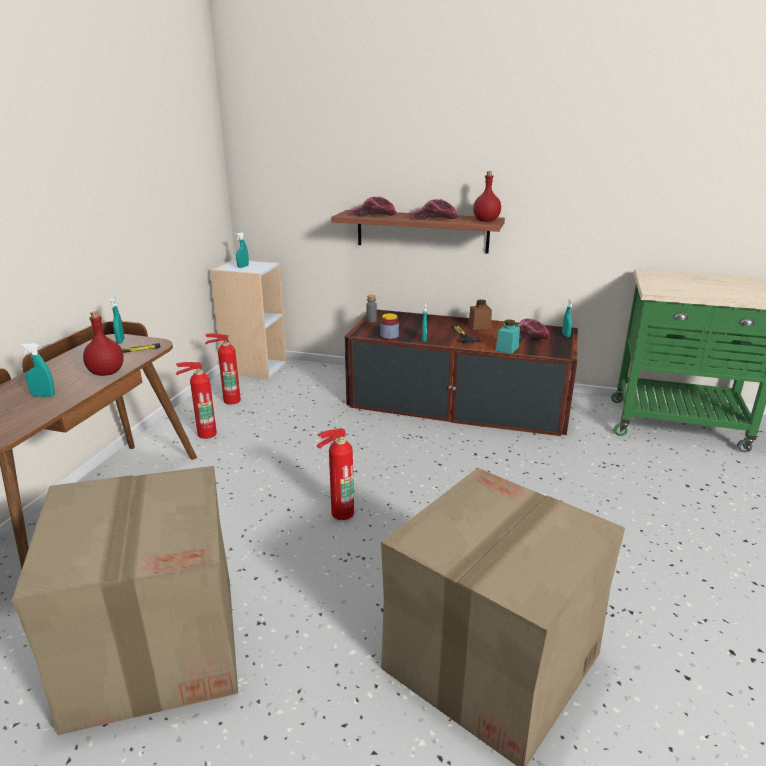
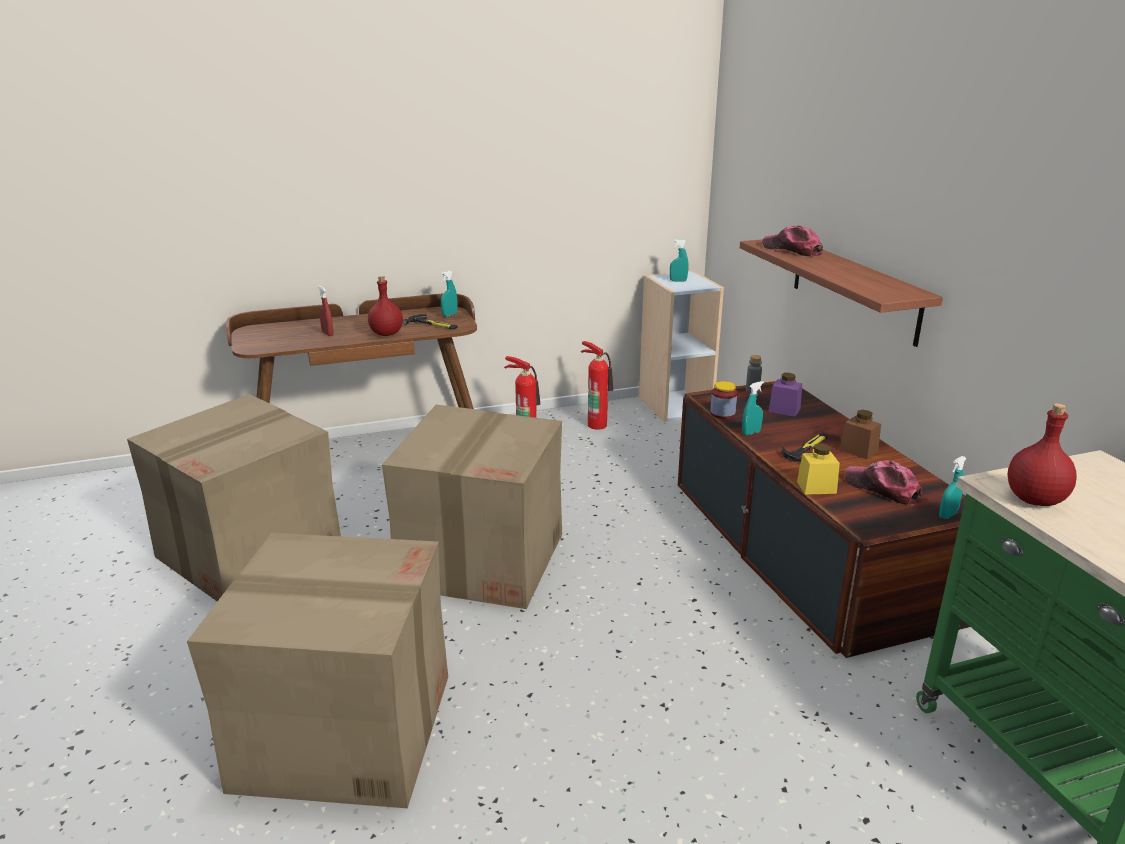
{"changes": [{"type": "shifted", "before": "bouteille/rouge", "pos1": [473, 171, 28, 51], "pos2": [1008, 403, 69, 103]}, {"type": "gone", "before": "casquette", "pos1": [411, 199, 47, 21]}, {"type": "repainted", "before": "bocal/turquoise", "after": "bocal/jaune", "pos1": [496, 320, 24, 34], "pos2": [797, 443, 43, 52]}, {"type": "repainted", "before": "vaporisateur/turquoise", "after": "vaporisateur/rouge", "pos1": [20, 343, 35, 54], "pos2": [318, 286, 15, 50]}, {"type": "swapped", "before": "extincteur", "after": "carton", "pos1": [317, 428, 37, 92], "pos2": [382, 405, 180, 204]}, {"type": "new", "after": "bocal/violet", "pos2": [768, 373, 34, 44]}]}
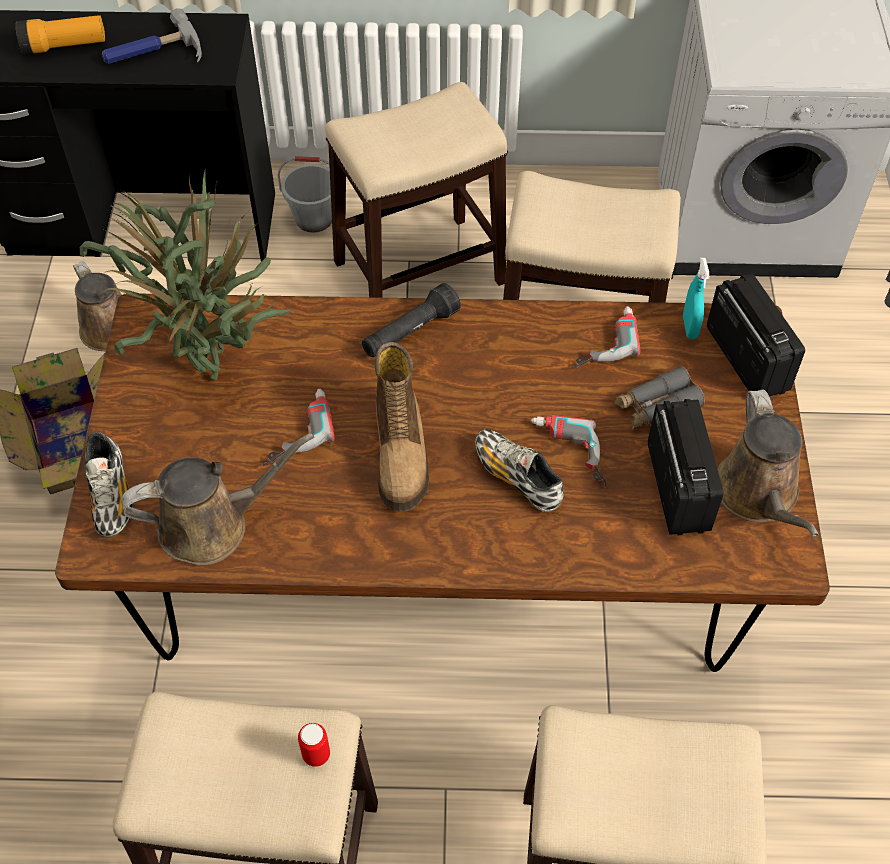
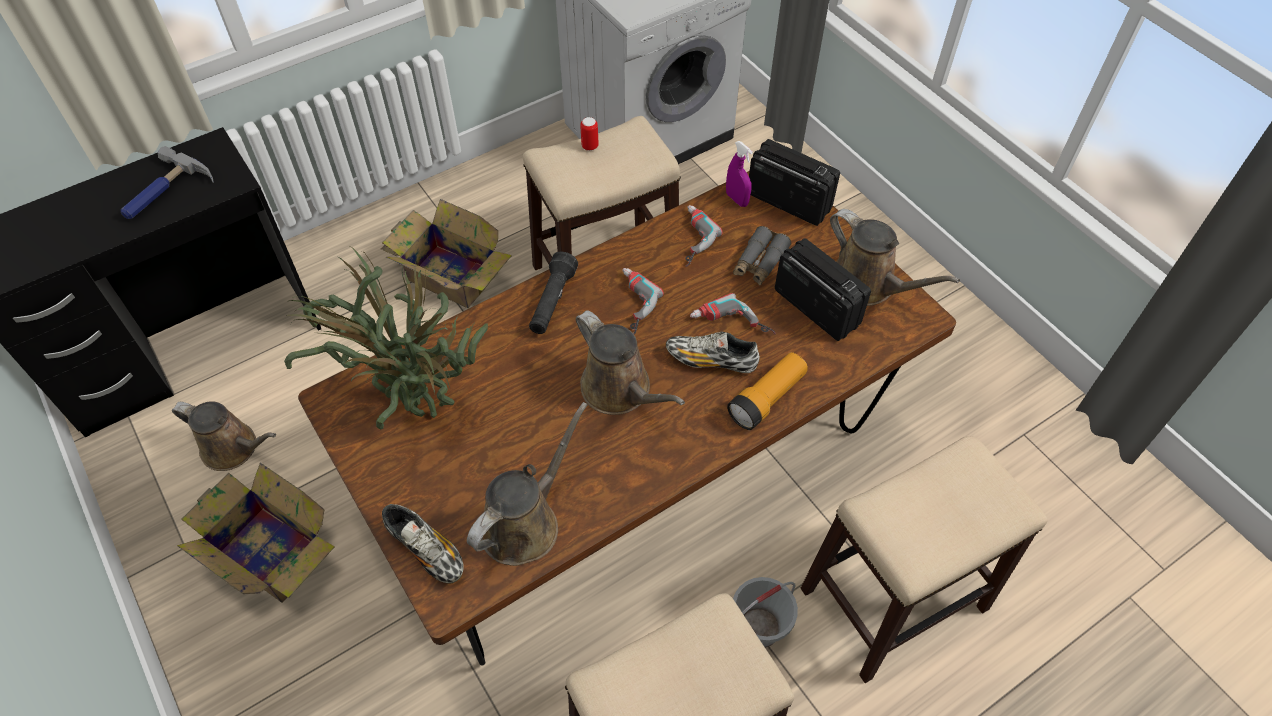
{"changes": [{"type": "shifted", "before": "lampe de poche", "pos1": [15, 15, 90, 40], "pos2": [727, 352, 81, 78]}, {"type": "swapped", "before": "tabouret", "after": "carton", "pos1": [325, 82, 183, 216], "pos2": [381, 199, 131, 109]}, {"type": "shifted", "before": "seau/gris", "pos1": [278, 156, 54, 77], "pos2": [733, 577, 65, 71]}, {"type": "repainted", "before": "vaporisateur/turquoise", "after": "vaporisateur/violet", "pos1": [683, 258, 27, 81], "pos2": [726, 141, 27, 66]}, {"type": "swapped", "before": "botte", "after": "arrosoir/marron", "pos1": [375, 342, 54, 170], "pos2": [576, 310, 109, 105]}, {"type": "shifted", "before": "perceuse", "pos1": [262, 389, 73, 77], "pos2": [622, 268, 42, 67]}, {"type": "shifted", "before": "boîte métallique", "pos1": [298, 723, 32, 44], "pos2": [580, 117, 19, 34]}]}
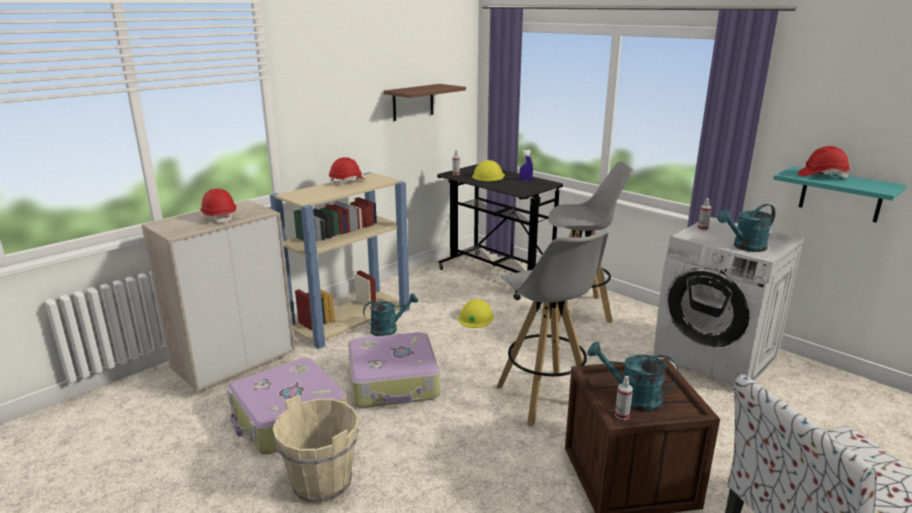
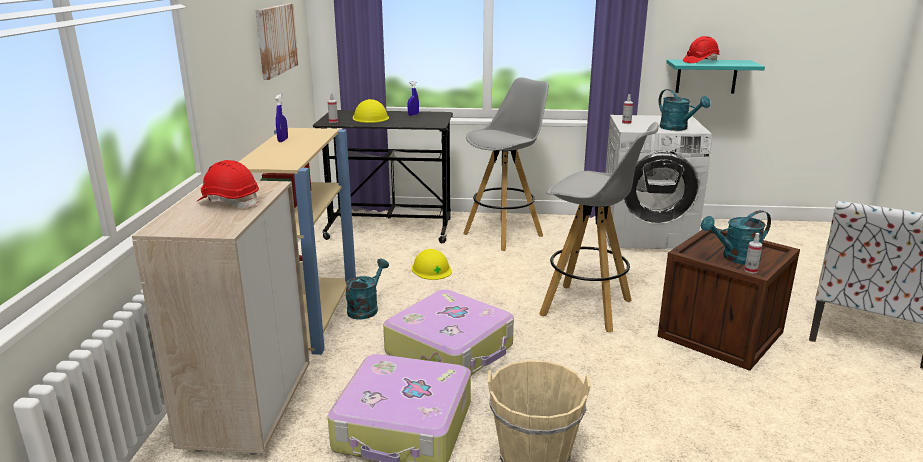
{"changes": [{"type": "swapped", "before": "étagère/marron", "after": "tableau", "pos1": [384, 84, 82, 37], "pos2": [256, 3, 43, 77]}, {"type": "swapped", "before": "casque de chantier/rouge", "after": "vaporisateur/bleu", "pos1": [329, 157, 37, 29], "pos2": [275, 94, 13, 48]}, {"type": "rotated", "before": "arrosoir/turquoise", "pos1": [717, 204, 58, 48], "pos2": [659, 89, 51, 42], "turn": -60}]}
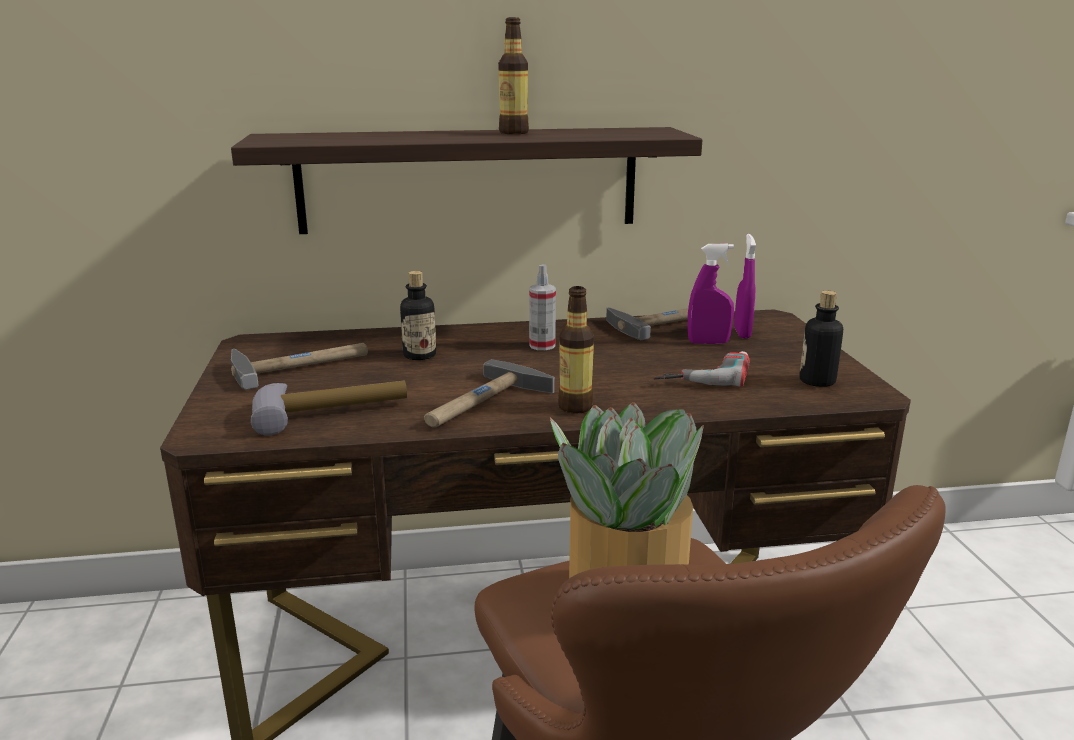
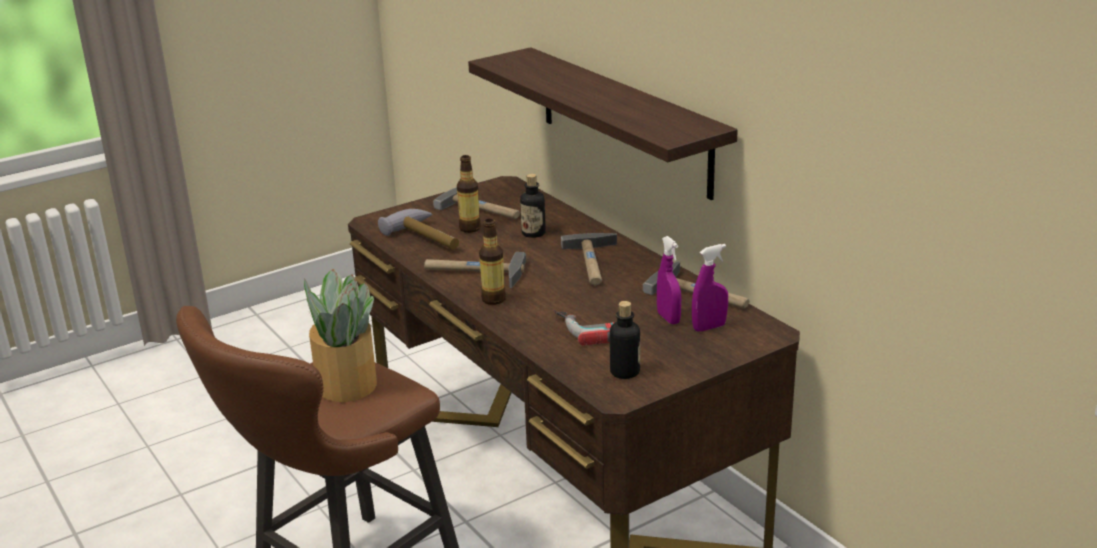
{"changes": [{"type": "shifted", "before": "bouteille", "pos1": [498, 17, 31, 117], "pos2": [457, 155, 24, 78]}, {"type": "swapped", "before": "vaporisateur", "after": "marteau", "pos1": [529, 264, 27, 86], "pos2": [561, 233, 56, 52]}]}
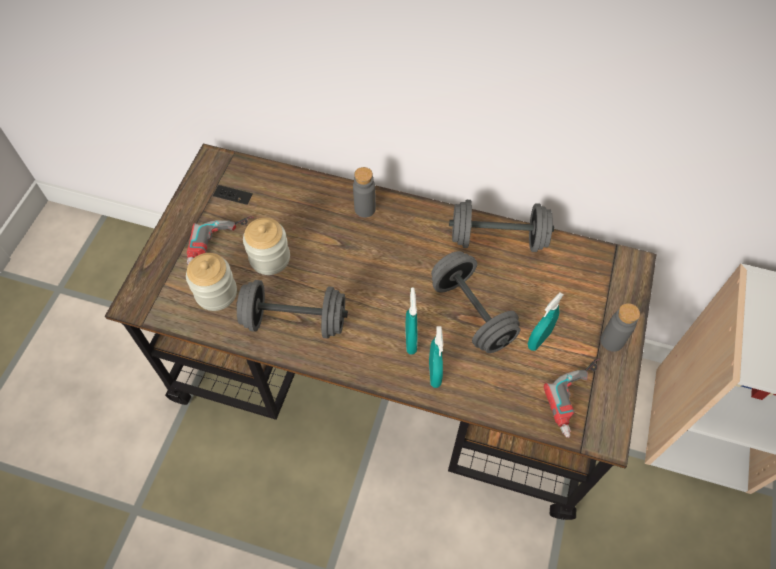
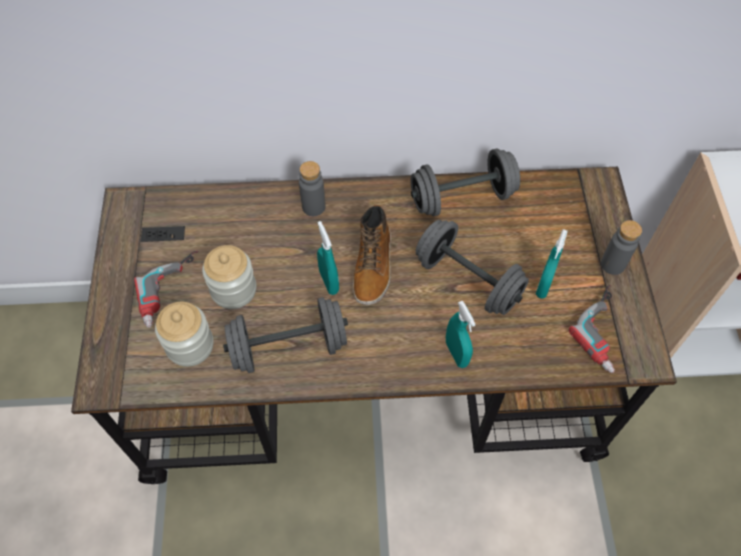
{"changes": [{"type": "shifted", "before": "vaporisateur/turquoise", "pos1": [405, 288, 13, 66], "pos2": [317, 221, 22, 74]}, {"type": "new", "after": "botte", "pos2": [353, 205, 38, 100]}]}
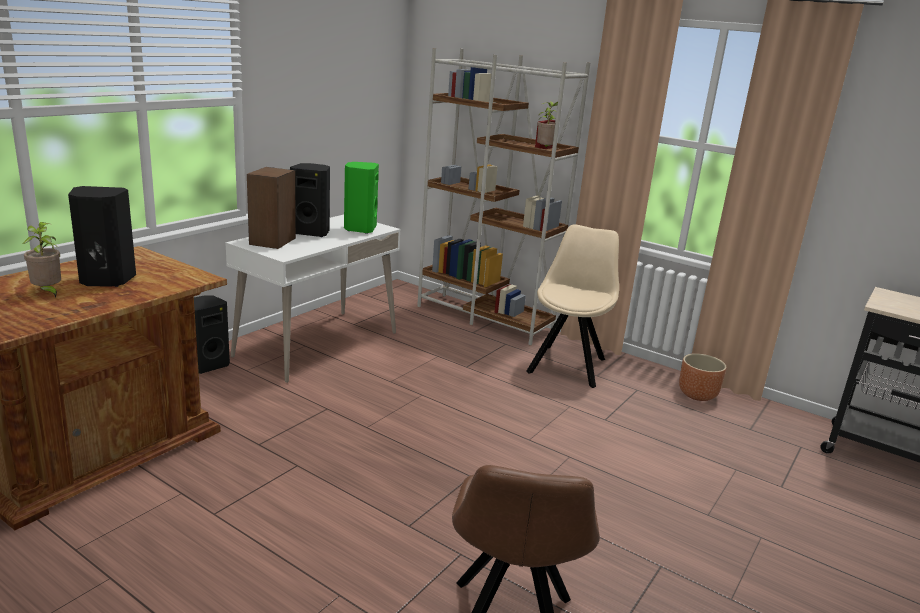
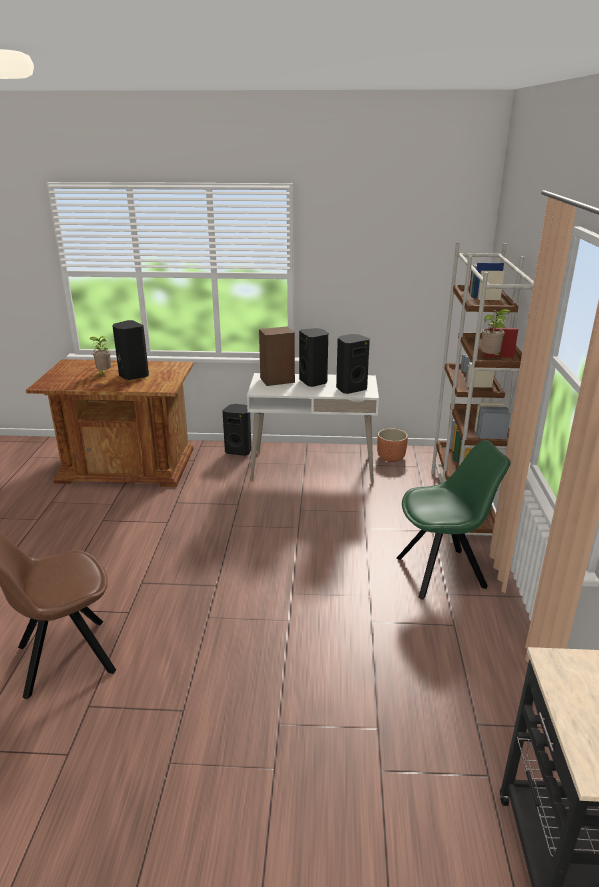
{"changes": [{"type": "repainted", "before": "enceinte/vert", "after": "enceinte/noir", "pos1": [344, 162, 35, 72], "pos2": [336, 334, 34, 60]}, {"type": "repainted", "before": "chaise/beige", "after": "chaise/vert", "pos1": [527, 224, 92, 164], "pos2": [396, 440, 115, 159]}, {"type": "shifted", "before": "cache-pot/marron", "pos1": [679, 353, 47, 48], "pos2": [377, 428, 31, 34]}]}
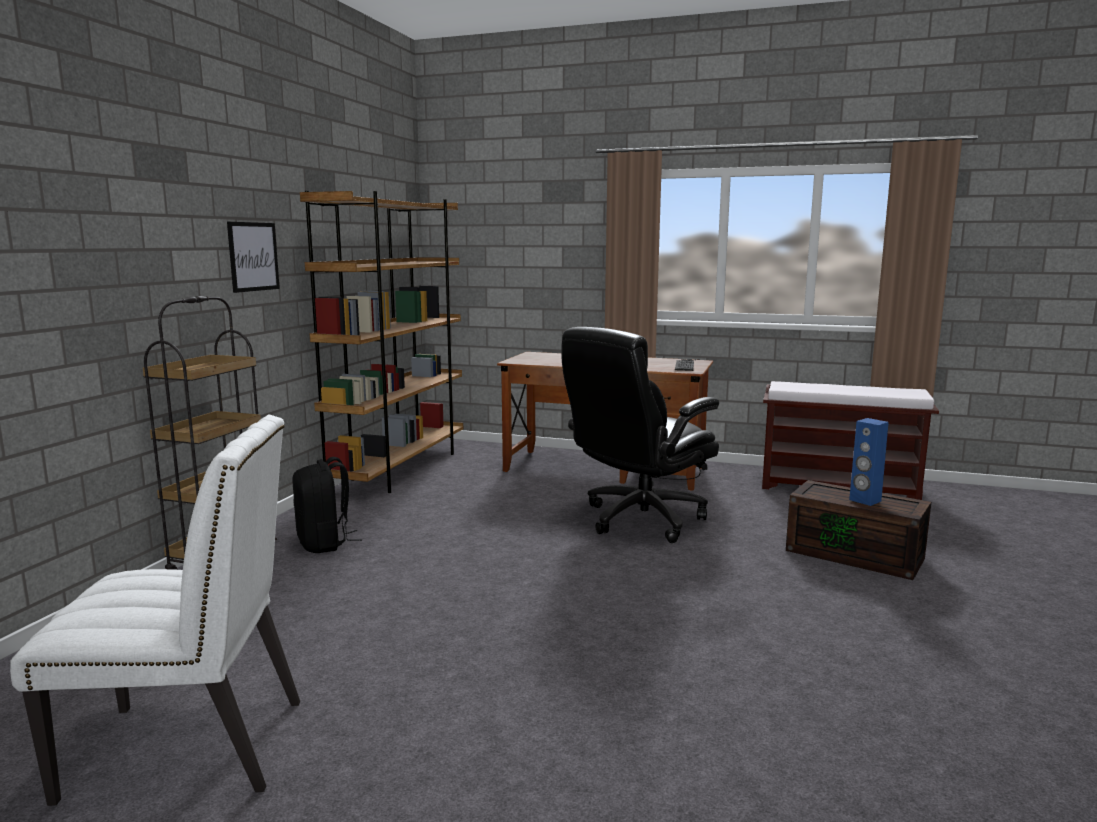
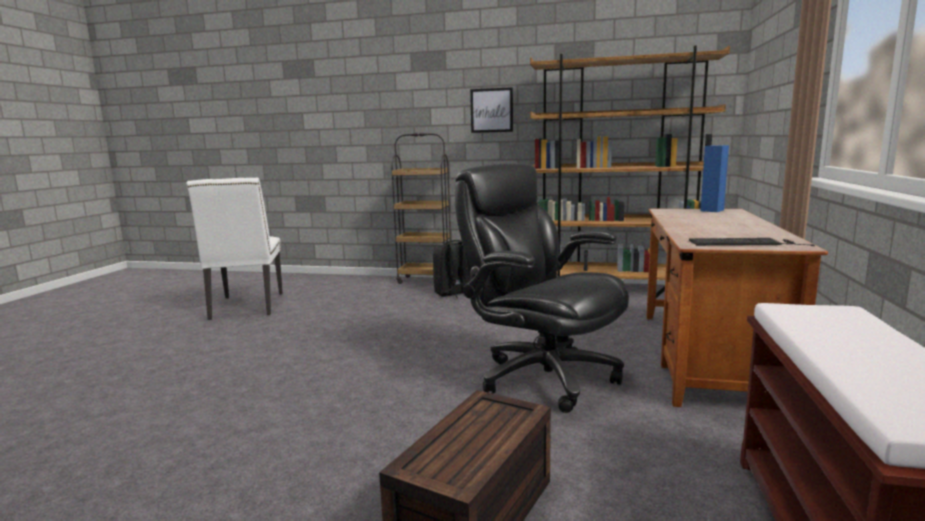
{"changes": [{"type": "shifted", "before": "enceinte/bleu", "pos1": [849, 418, 40, 88], "pos2": [701, 145, 28, 67]}]}
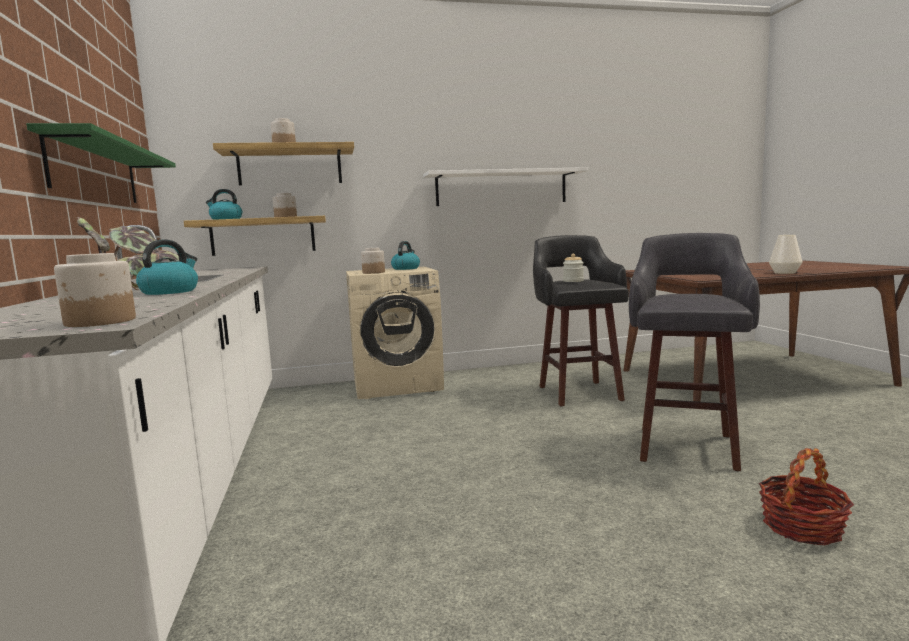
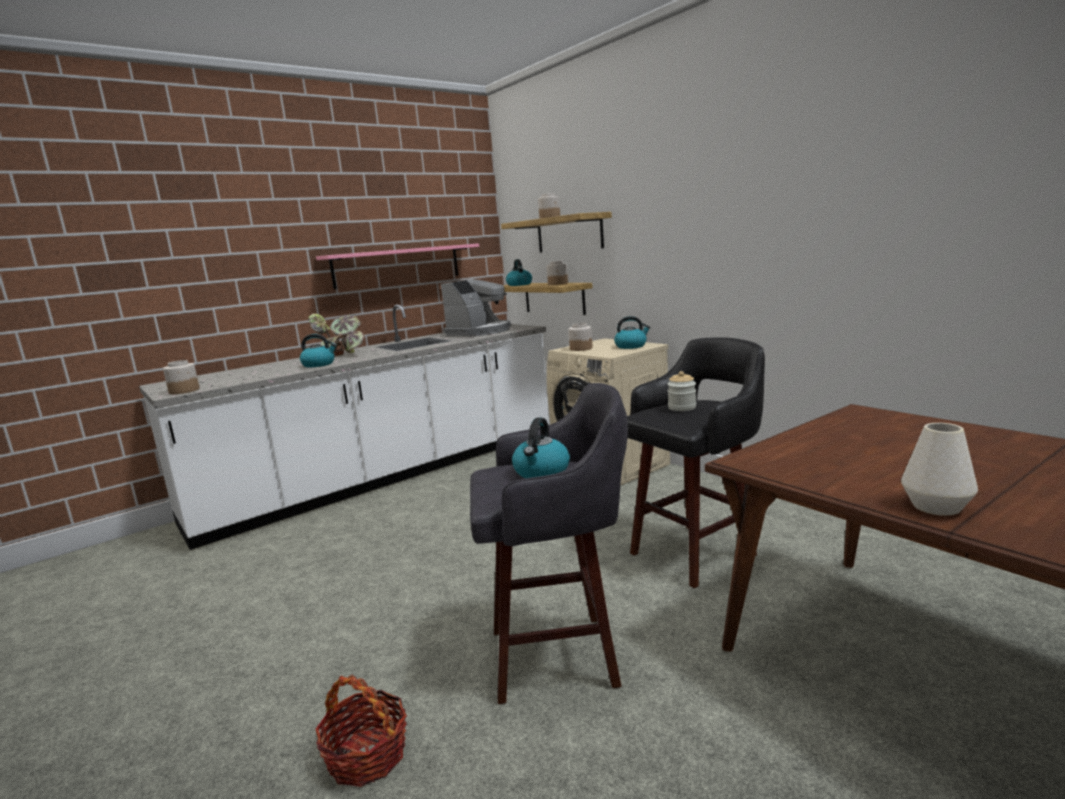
{"changes": [{"type": "repainted", "before": "étagère/vert", "after": "étagère/rose", "pos1": [26, 123, 150, 80], "pos2": [316, 243, 163, 46]}, {"type": "gone", "before": "étagère/blanc", "pos1": [423, 167, 165, 39]}, {"type": "new", "after": "machine à café", "pos2": [441, 279, 70, 57]}, {"type": "new", "after": "bouilloire", "pos2": [512, 418, 58, 60]}]}
